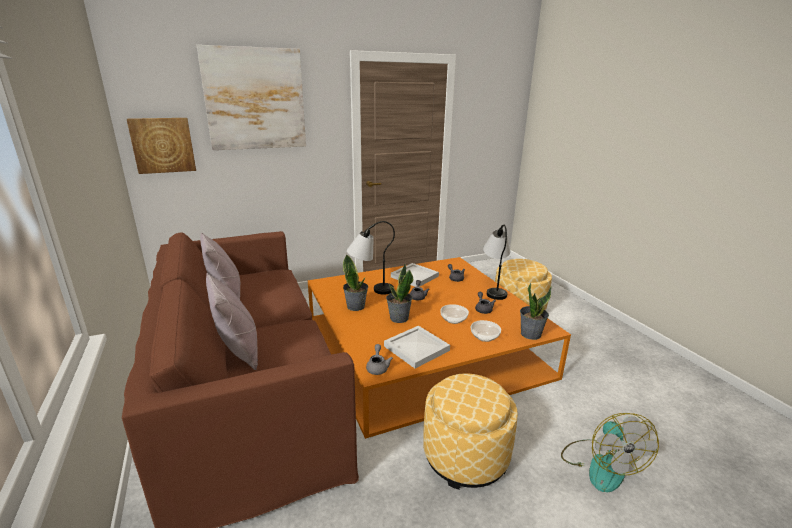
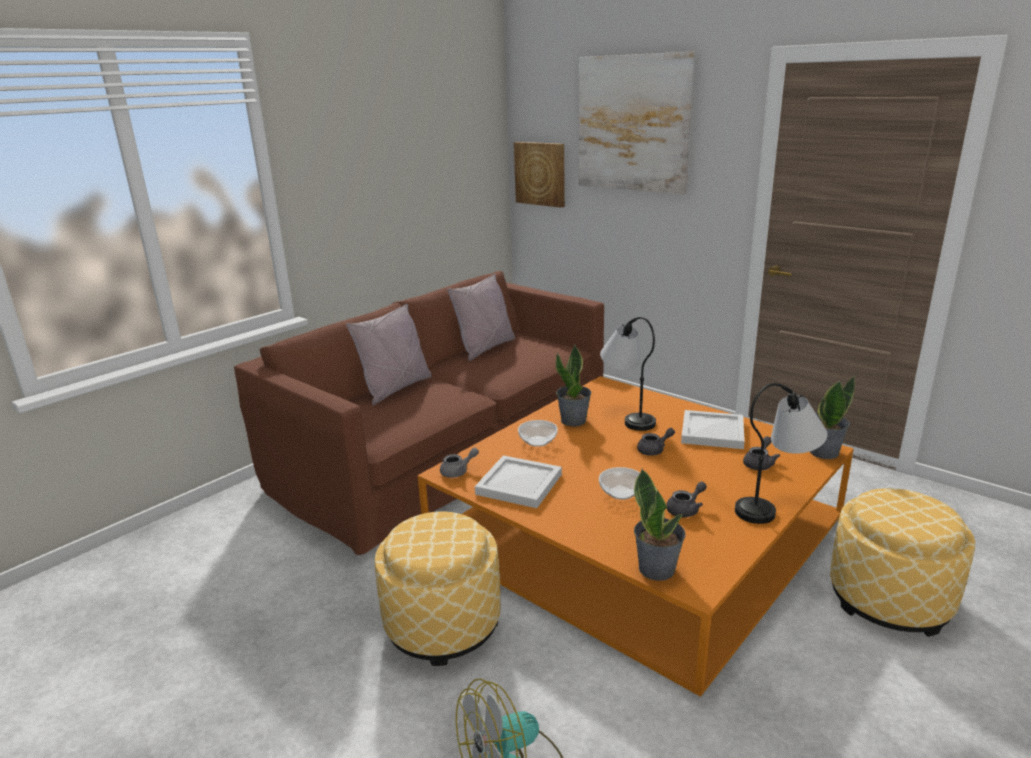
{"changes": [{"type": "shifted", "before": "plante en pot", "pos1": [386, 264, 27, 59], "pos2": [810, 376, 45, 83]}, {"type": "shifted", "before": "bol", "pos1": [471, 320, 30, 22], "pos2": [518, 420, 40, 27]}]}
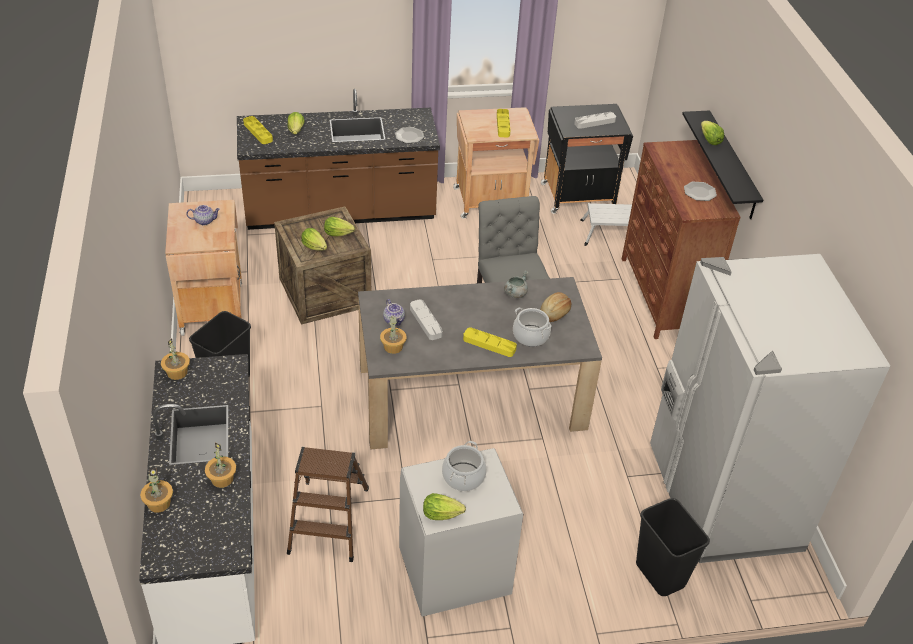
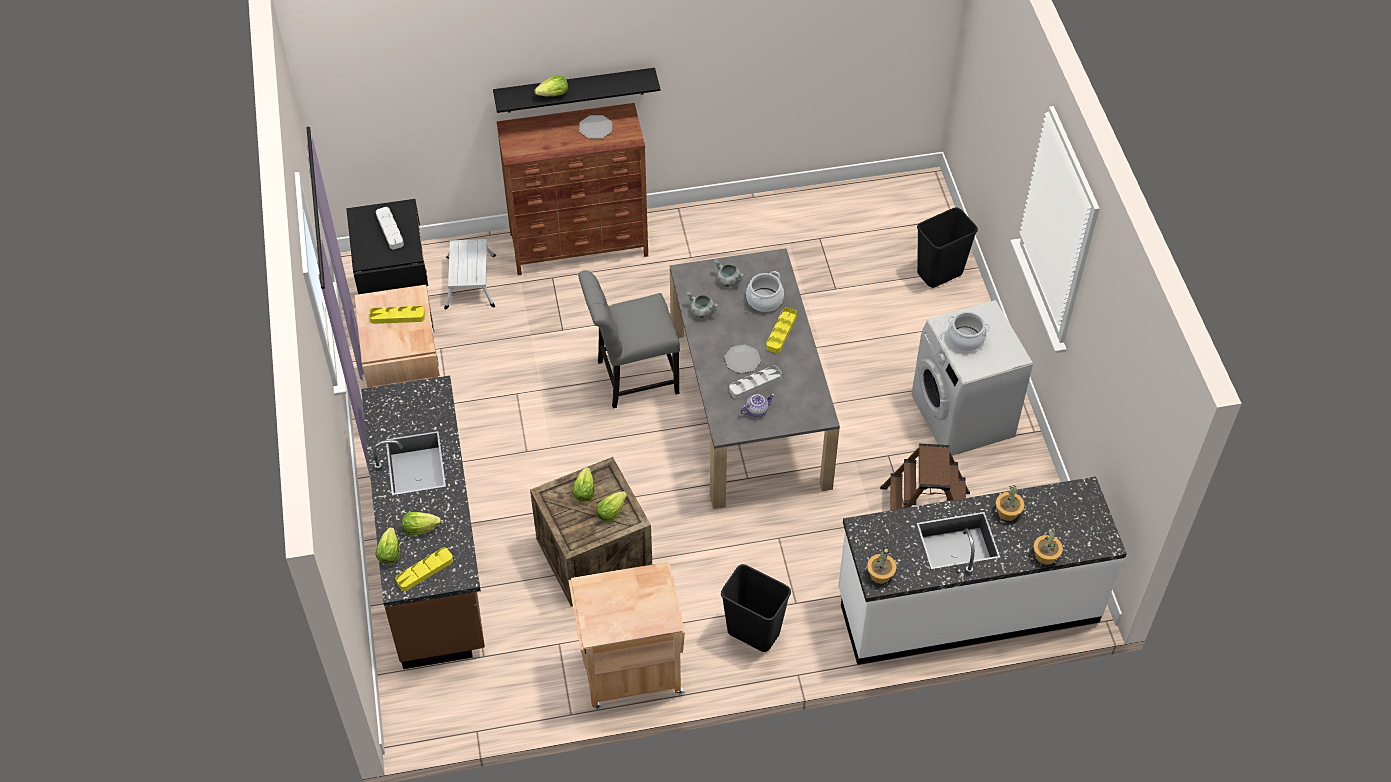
{"changes": [{"type": "shifted", "before": "assiette", "pos1": [395, 127, 29, 16], "pos2": [724, 344, 37, 29]}, {"type": "gone", "before": "théière", "pos1": [186, 205, 34, 20]}, {"type": "gone", "before": "réfrigérateur/blanc", "pos1": [650, 254, 240, 309]}, {"type": "swapped", "before": "pain", "after": "marmite/gris", "pos1": [540, 292, 31, 30], "pos2": [714, 259, 30, 28]}, {"type": "gone", "before": "plante en pot", "pos1": [380, 315, 27, 39]}, {"type": "shifted", "before": "laitue", "pos1": [423, 493, 43, 27], "pos2": [375, 527, 25, 37]}]}
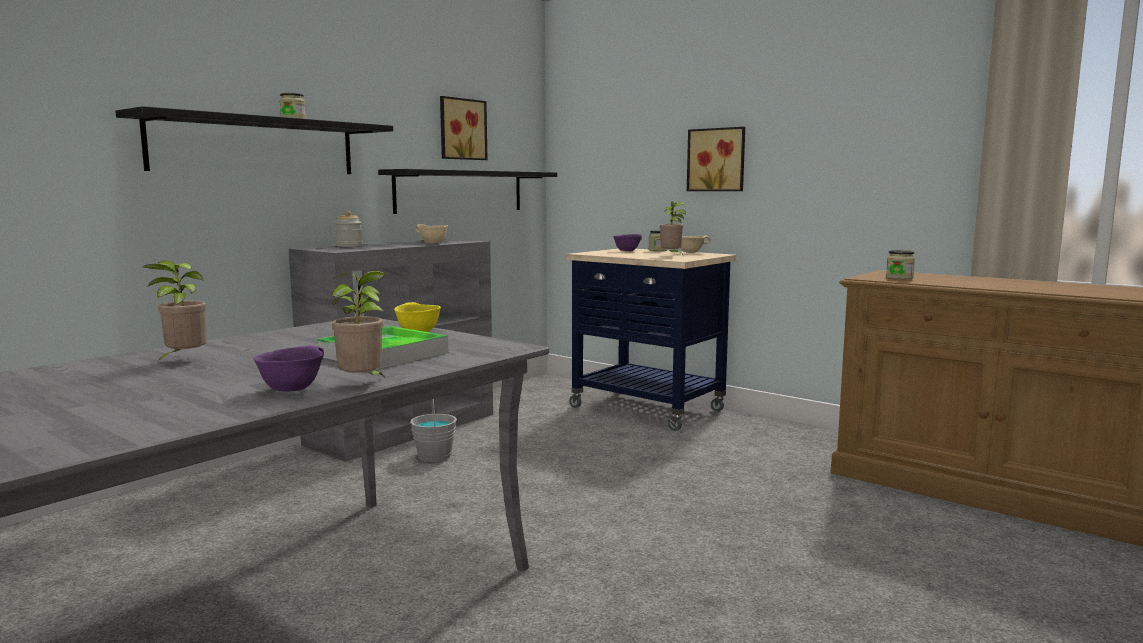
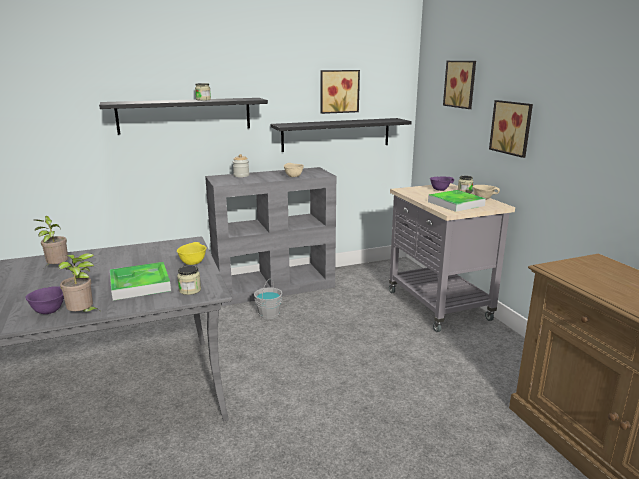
{"changes": [{"type": "swapped", "before": "plante en pot", "after": "plateau", "pos1": [660, 201, 26, 56], "pos2": [428, 190, 58, 22]}, {"type": "repainted", "before": "chariot/bleu", "after": "chariot/gris", "pos1": [566, 249, 171, 182], "pos2": [389, 183, 126, 149]}, {"type": "shifted", "before": "bocal", "pos1": [886, 250, 29, 29], "pos2": [177, 265, 24, 30]}, {"type": "new", "after": "tableau", "pos2": [443, 61, 33, 48]}]}
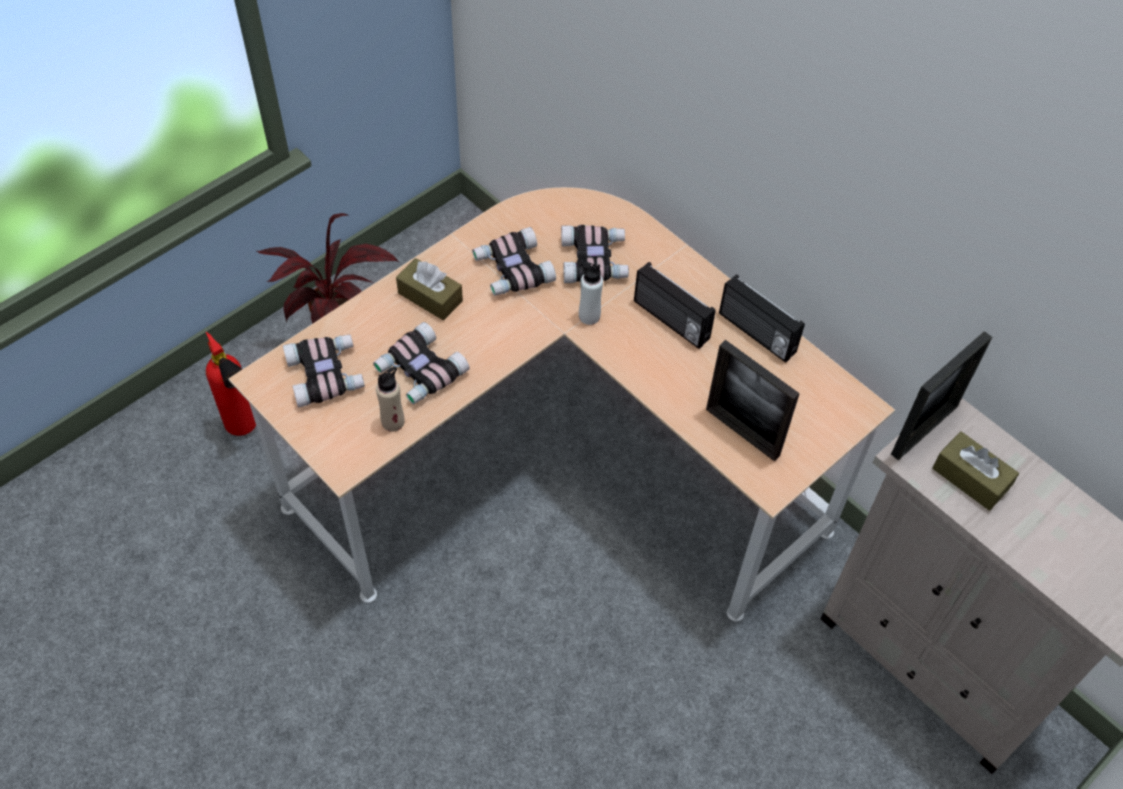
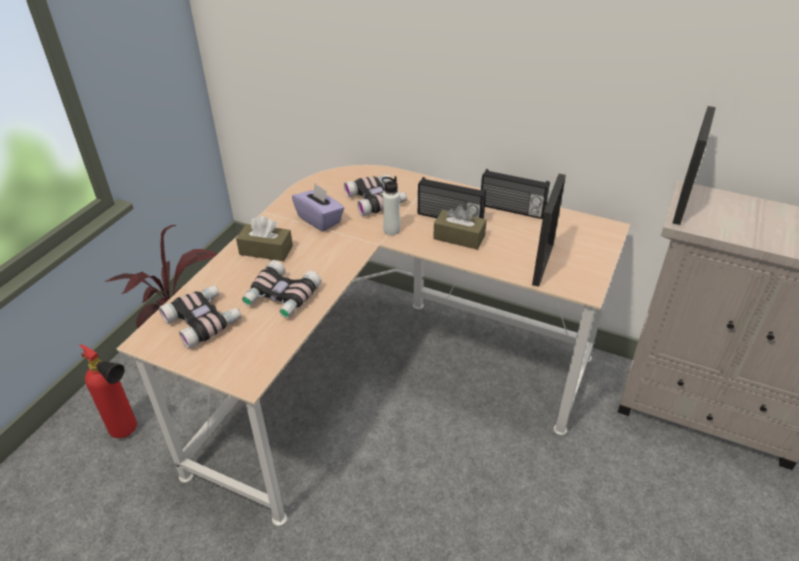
{"changes": [{"type": "swapped", "before": "jumelles", "after": "boîte à mouchoirs/violet", "pos1": [472, 227, 84, 69], "pos2": [292, 184, 52, 48]}, {"type": "rotated", "before": "cadre photo", "pos1": [706, 340, 94, 122], "pos2": [532, 174, 34, 113], "turn": -90}, {"type": "gone", "before": "bouteille/beige", "pos1": [376, 367, 28, 65]}, {"type": "shifted", "before": "boîte à mouchoirs/marron", "pos1": [932, 431, 87, 80], "pos2": [433, 205, 54, 45]}]}
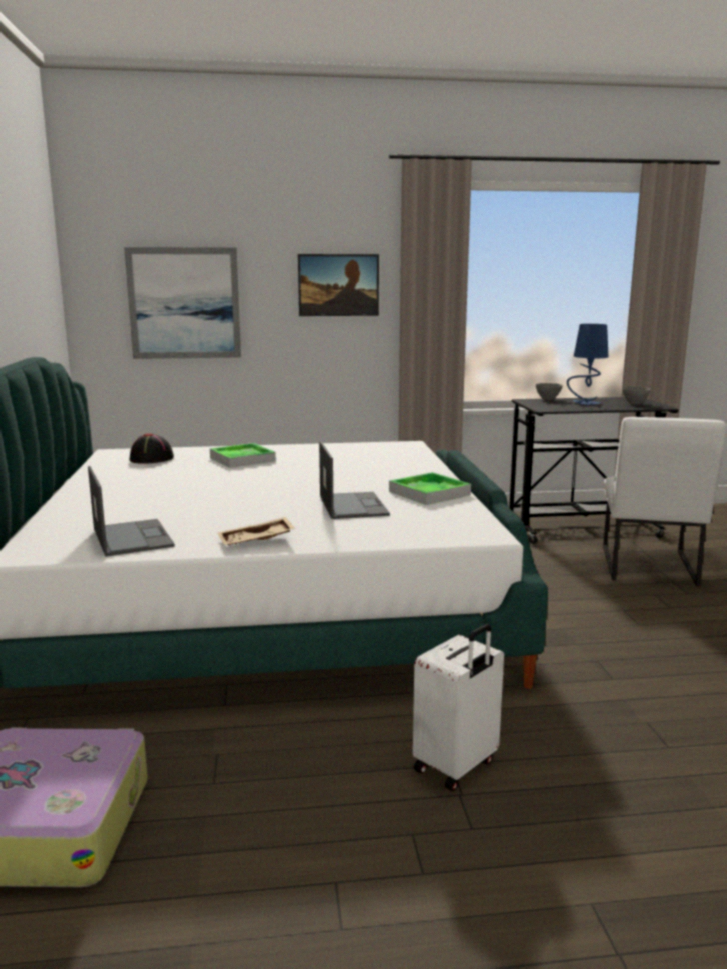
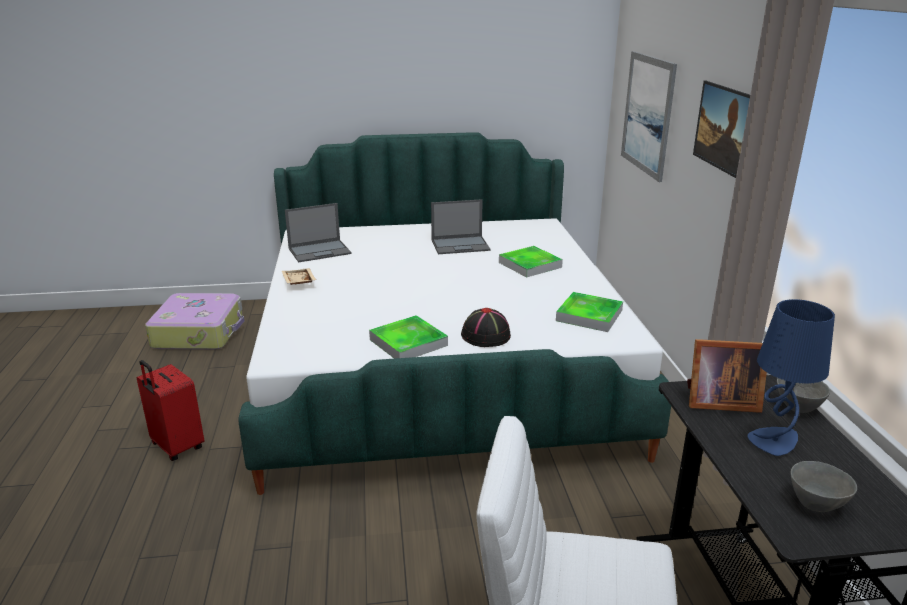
{"changes": [{"type": "shifted", "before": "chapeau/noir", "pos1": [129, 433, 45, 31], "pos2": [461, 308, 50, 39]}, {"type": "shifted", "before": "ordinateur portable", "pos1": [319, 441, 71, 78], "pos2": [431, 199, 60, 55]}, {"type": "repainted", "before": "valise/blanc", "after": "valise/rouge", "pos1": [413, 624, 91, 167], "pos2": [137, 360, 67, 101]}, {"type": "new", "after": "plateau", "pos2": [556, 292, 67, 40]}, {"type": "new", "after": "cadre photo", "pos2": [687, 339, 80, 74]}]}
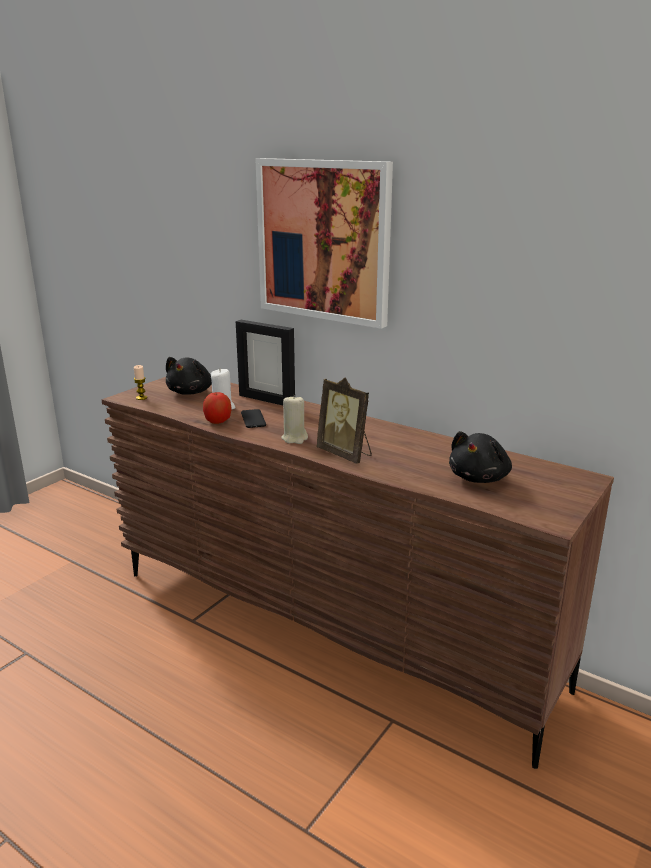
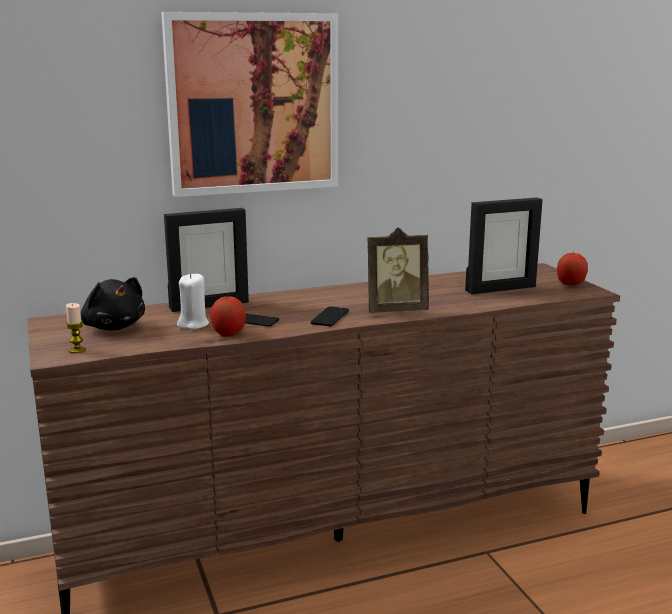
{"changes": [{"type": "swapped", "before": "bougie/beige", "after": "téléphone", "pos1": [281, 395, 27, 49], "pos2": [311, 306, 38, 20]}, {"type": "swapped", "before": "peluche/noir", "after": "cadre photo", "pos1": [449, 431, 63, 52], "pos2": [465, 197, 78, 97]}, {"type": "new", "after": "pomme", "pos2": [557, 252, 31, 33]}]}
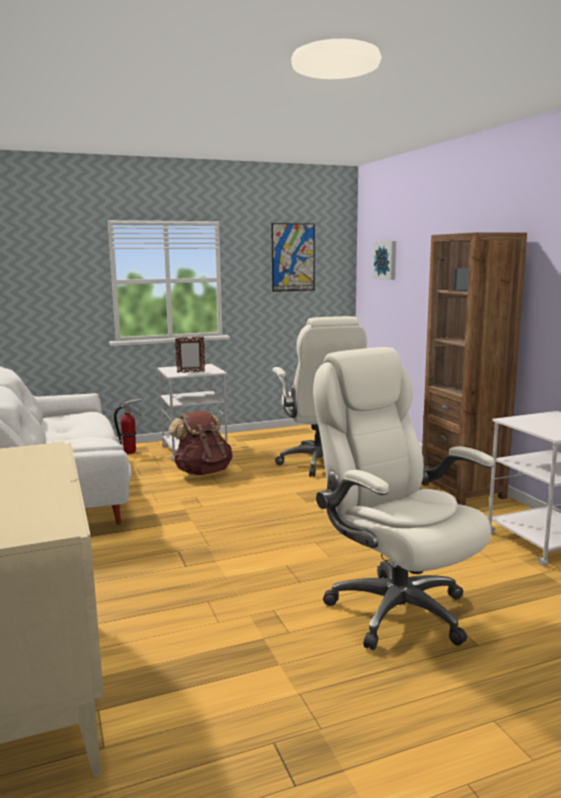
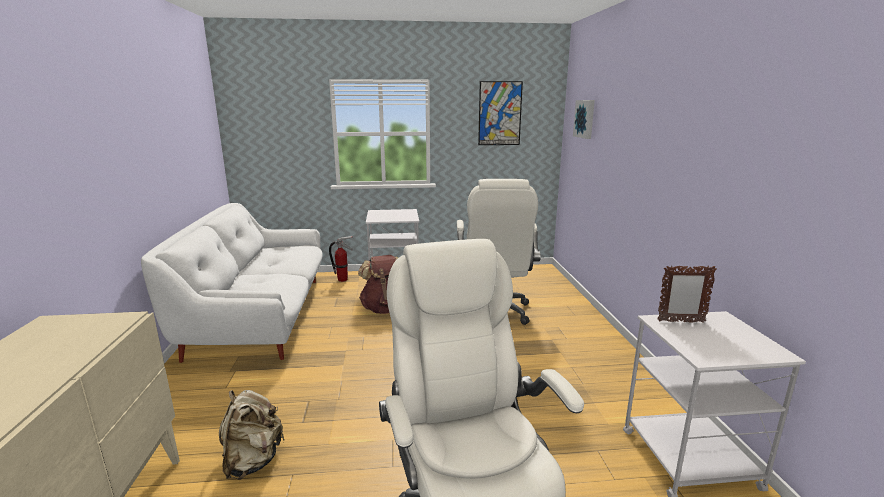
{"changes": [{"type": "gone", "before": "bibliothèque/marron", "pos1": [422, 232, 105, 273]}, {"type": "shifted", "before": "cadre photo", "pos1": [174, 336, 31, 37], "pos2": [657, 265, 59, 58]}, {"type": "new", "after": "sac à dos/beige", "pos2": [219, 390, 66, 90]}]}
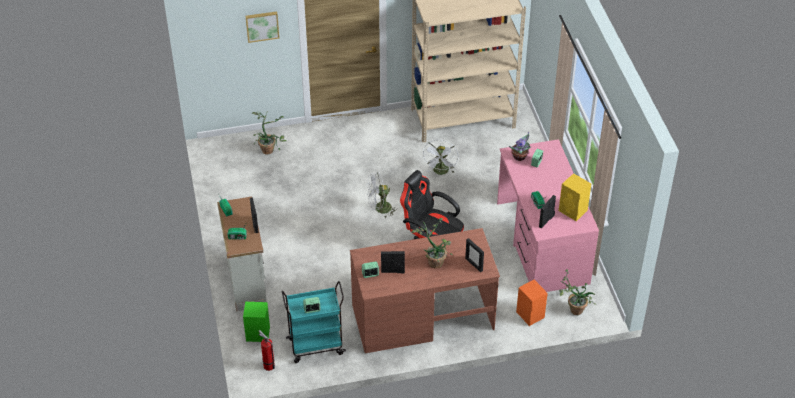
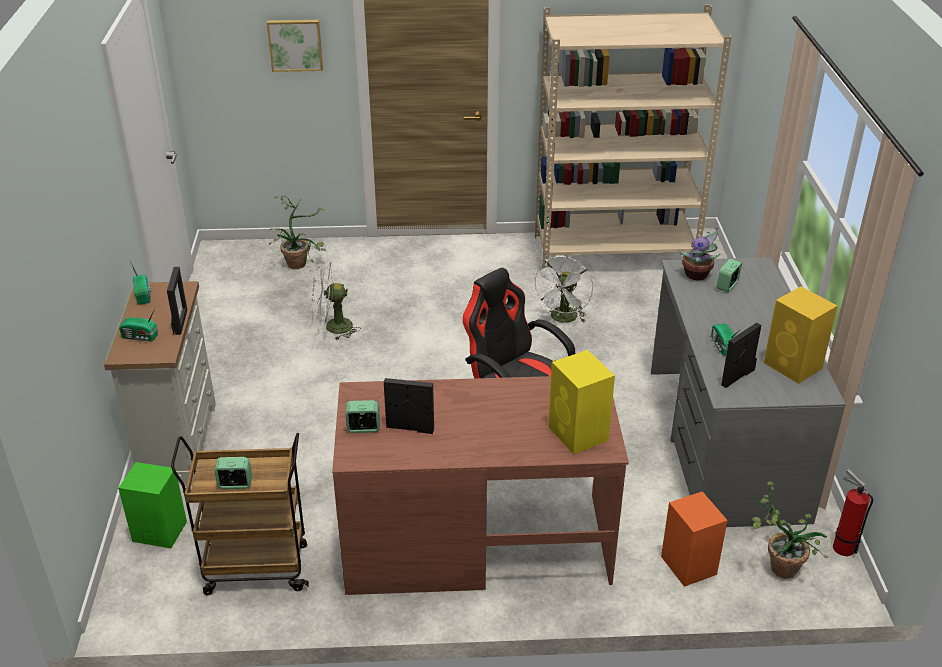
{"changes": [{"type": "repainted", "before": "bureau/rose", "after": "bureau/gris", "pos1": [497, 139, 102, 153], "pos2": [651, 257, 195, 270]}, {"type": "shifted", "before": "ventilateur/blanc", "pos1": [367, 172, 30, 45], "pos2": [311, 261, 50, 79]}, {"type": "gone", "before": "plante en pot", "pos1": [411, 218, 42, 51]}, {"type": "swapped", "before": "cadre photo", "after": "enceinte/jaune", "pos1": [465, 238, 19, 34], "pos2": [548, 350, 67, 105]}, {"type": "repainted", "before": "chariot/turquoise", "after": "chariot/marron", "pos1": [282, 281, 64, 82], "pos2": [171, 433, 138, 162]}, {"type": "shifted", "before": "extincteur", "pos1": [258, 330, 17, 41], "pos2": [833, 469, 40, 87]}]}
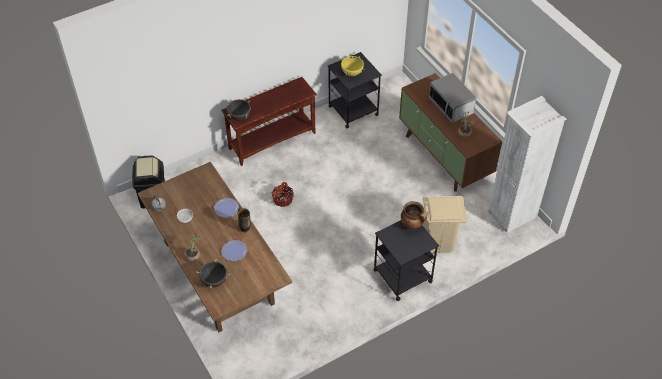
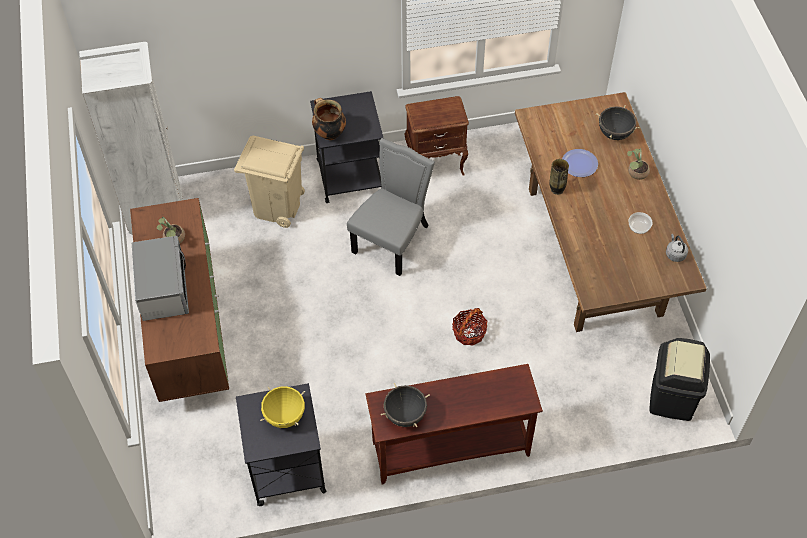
{"changes": [{"type": "shifted", "before": "marmite/noir", "pos1": [227, 99, 24, 22], "pos2": [380, 383, 50, 44]}, {"type": "gone", "before": "assiette", "pos1": [214, 198, 25, 20]}, {"type": "new", "after": "table de chevet/marron", "pos2": [405, 96, 64, 80]}, {"type": "new", "after": "chaise/gris", "pos2": [347, 138, 88, 138]}]}
